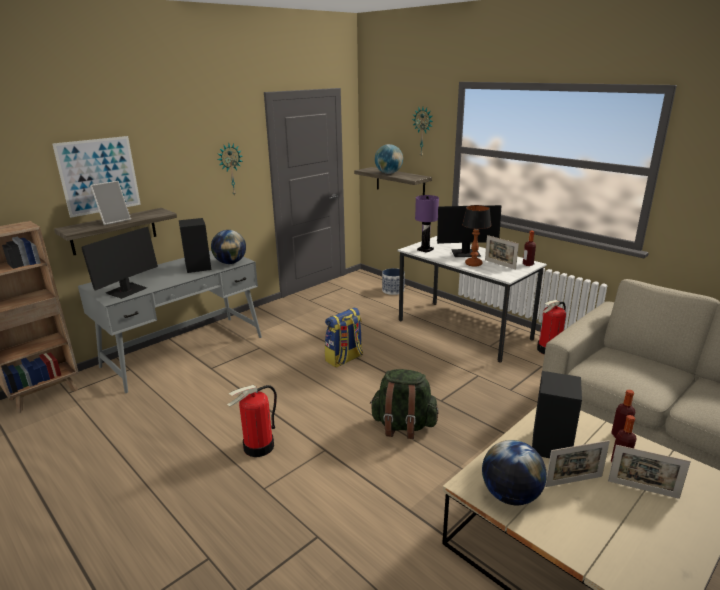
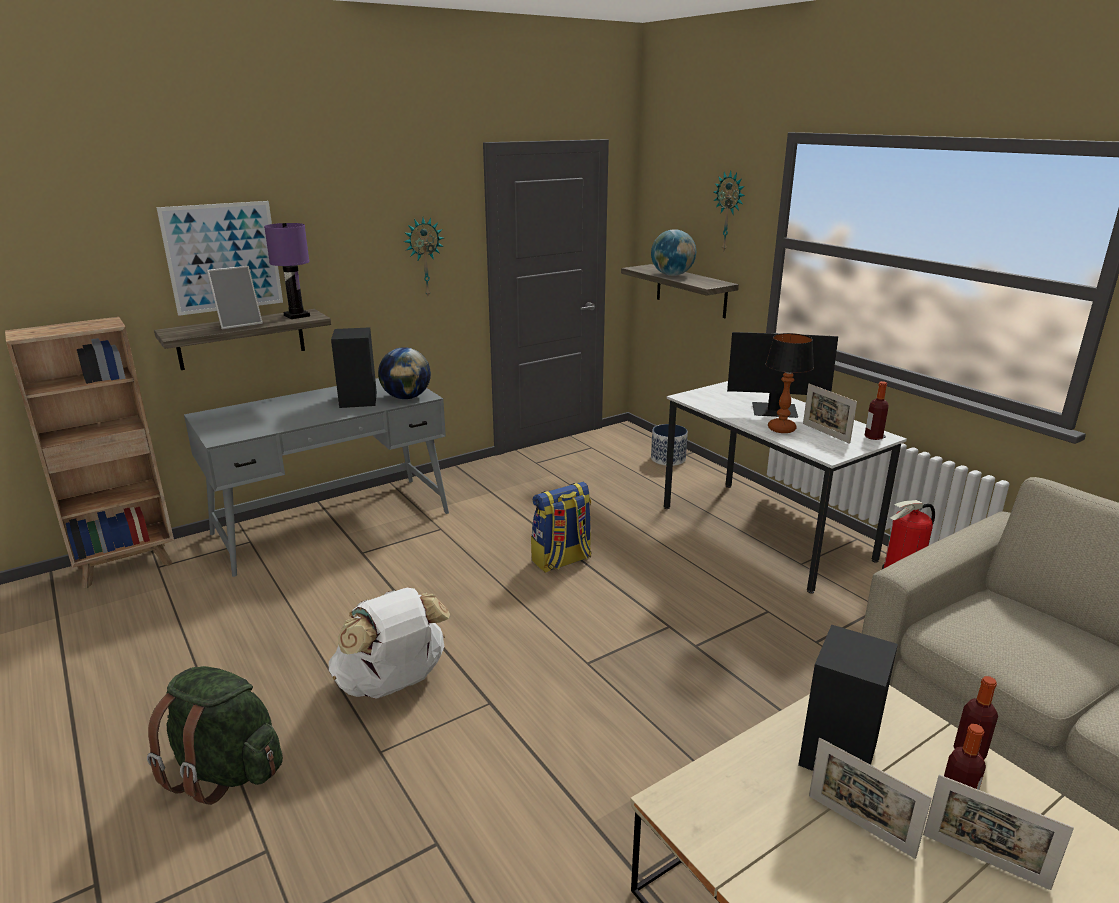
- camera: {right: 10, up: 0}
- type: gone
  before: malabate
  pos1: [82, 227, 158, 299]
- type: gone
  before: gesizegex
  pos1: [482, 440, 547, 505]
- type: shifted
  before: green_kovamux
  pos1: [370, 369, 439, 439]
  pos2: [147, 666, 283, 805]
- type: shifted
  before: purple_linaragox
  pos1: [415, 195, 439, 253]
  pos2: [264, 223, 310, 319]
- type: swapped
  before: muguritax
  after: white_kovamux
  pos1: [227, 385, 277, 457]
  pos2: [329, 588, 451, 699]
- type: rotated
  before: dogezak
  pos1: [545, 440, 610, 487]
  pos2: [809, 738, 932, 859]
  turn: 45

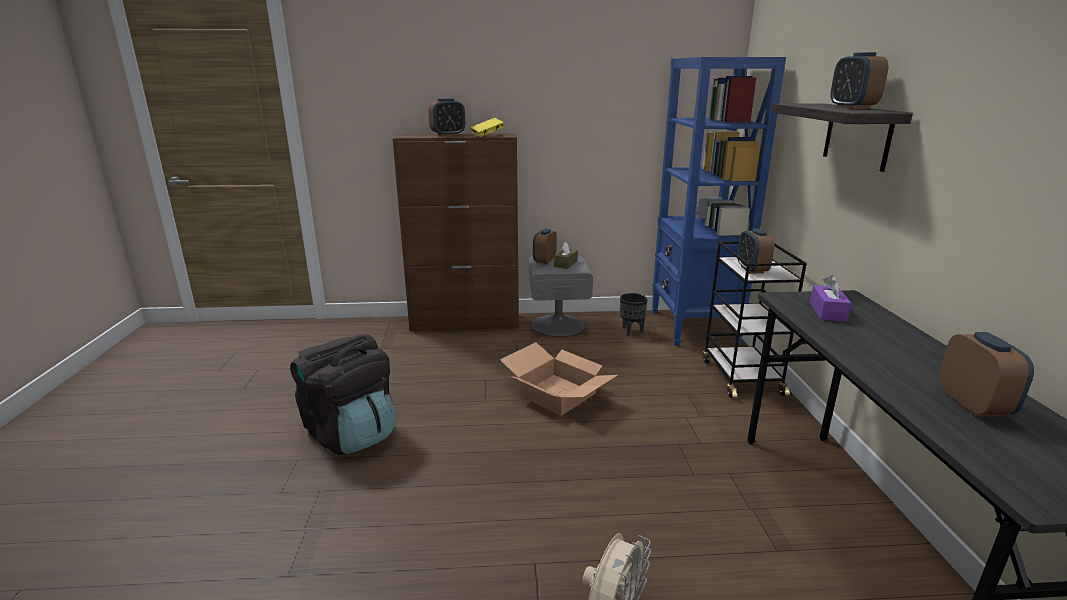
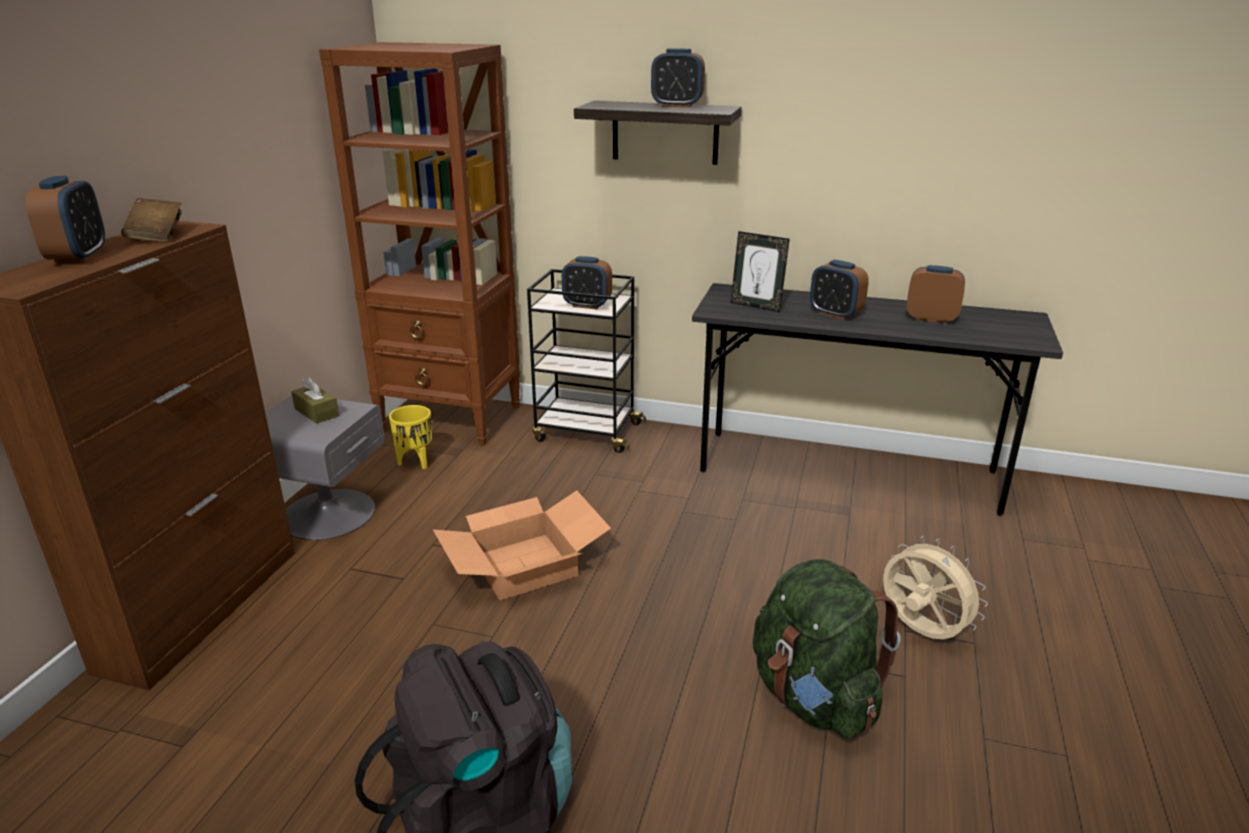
- camera: {right: -70, up: 5}
- type: new
  after: green_kovamux
  pos2: [753, 559, 901, 739]
- type: shifted
  before: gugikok
  pos1: [533, 229, 557, 264]
  pos2: [810, 260, 869, 320]
- type: swapped
  before: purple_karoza
  after: dogezak
  pos1: [810, 275, 852, 322]
  pos2: [731, 231, 790, 312]
- type: repainted
  before: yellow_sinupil
  after: brown_sinupil
  pos1: [470, 118, 504, 137]
  pos2: [121, 198, 182, 242]
- type: repainted
  before: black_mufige
  after: yellow_mufige
  pos1: [620, 293, 648, 336]
  pos2: [389, 405, 432, 469]
- type: repainted
  before: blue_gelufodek
  after: brown_gelufodek
  pos1: [652, 57, 786, 346]
  pos2: [319, 42, 520, 446]

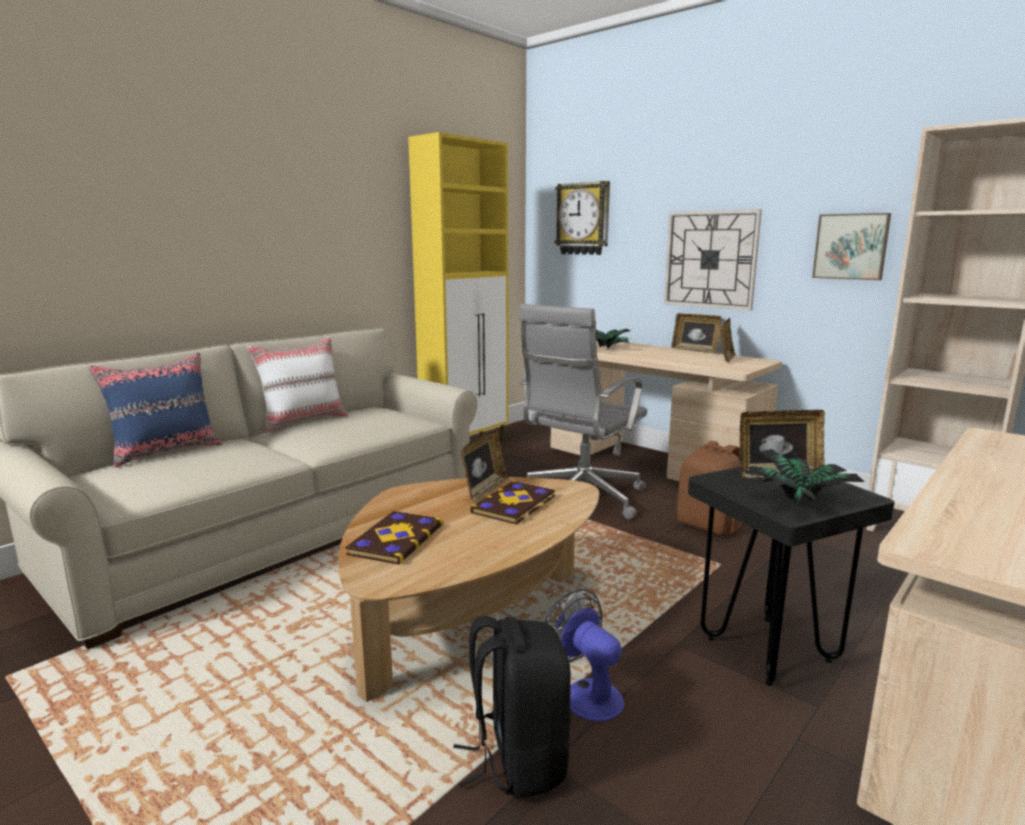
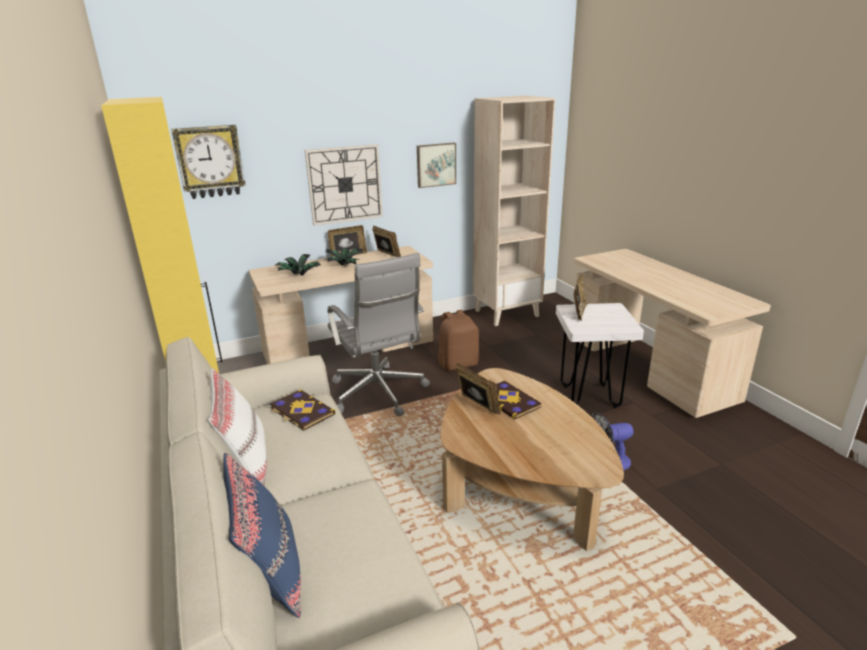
- camera: {right: -65, up: 10}
- type: gone
  before: black_kovamux
  pos1: [453, 616, 572, 798]
- type: shifted
  before: sinupil
  pos1: [346, 511, 443, 565]
  pos2: [270, 389, 336, 431]
- type: shifted
  before: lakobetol
  pos1: [745, 448, 864, 505]
  pos2: [325, 248, 363, 266]
- type: repainted
  before: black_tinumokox
  after: white_tinumokox
  pos1: [688, 467, 895, 686]
  pos2: [556, 303, 644, 408]

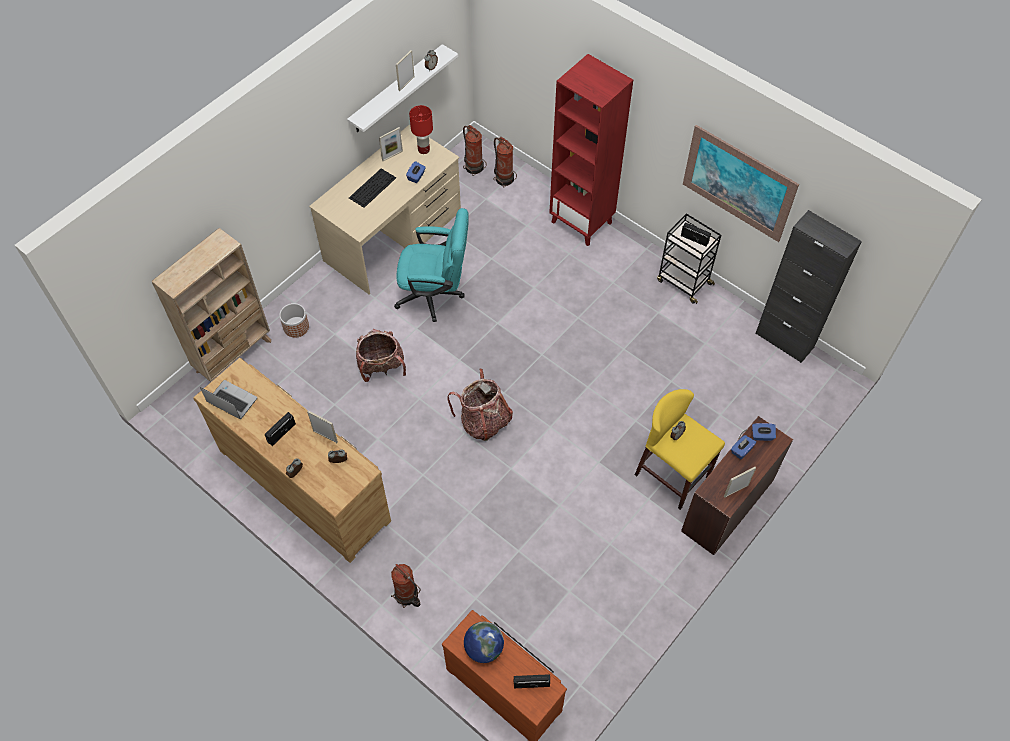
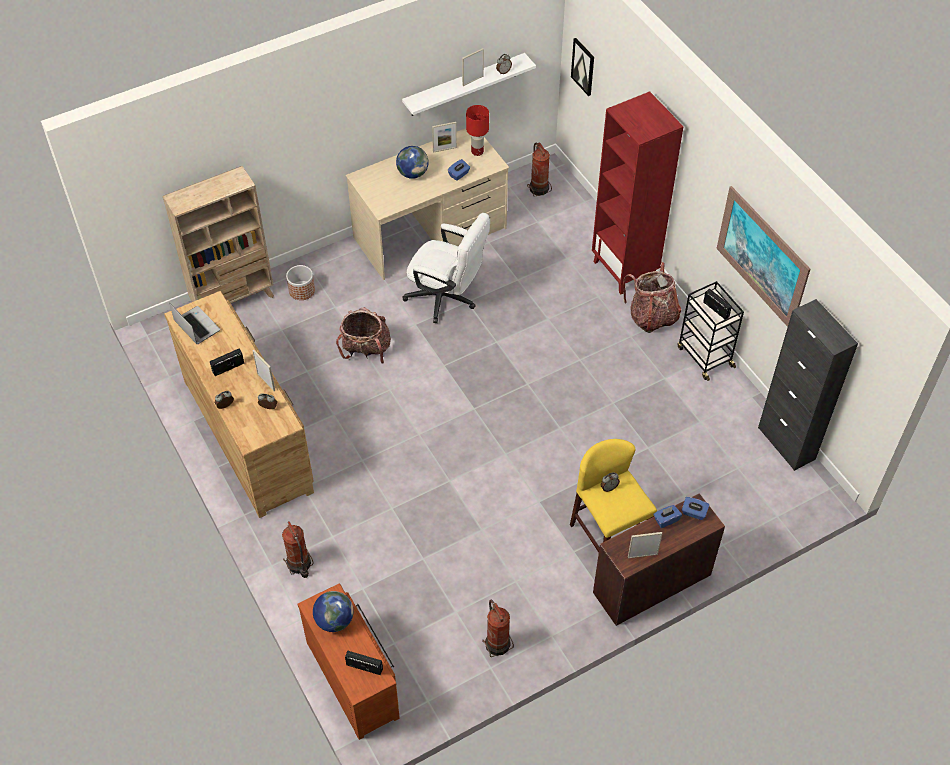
- camera: {right: 20, up: -5}
- type: new
  after: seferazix
  pos2: [571, 38, 594, 96]
- type: shifted
  before: kovamux
  pos1: [447, 369, 513, 441]
  pos2: [623, 262, 681, 333]
- type: shifted
  before: muguritax
  pos1: [494, 137, 517, 188]
  pos2: [482, 600, 514, 657]
- type: swapped
  before: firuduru
  after: gesizegex
  pos1: [349, 168, 396, 208]
  pos2: [396, 146, 429, 179]
- type: repainted
  before: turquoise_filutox
  after: white_filutox
  pos1: [394, 208, 469, 322]
  pos2: [402, 213, 490, 323]

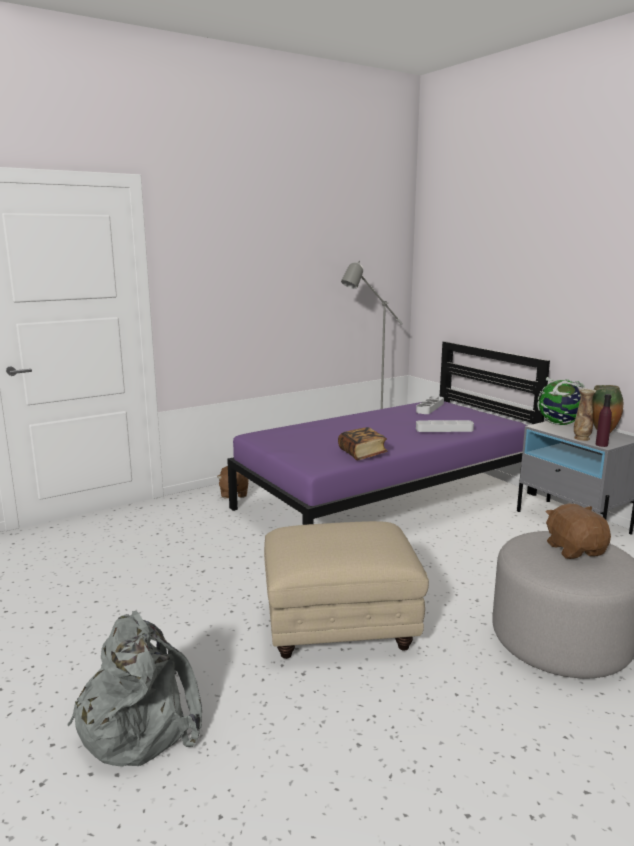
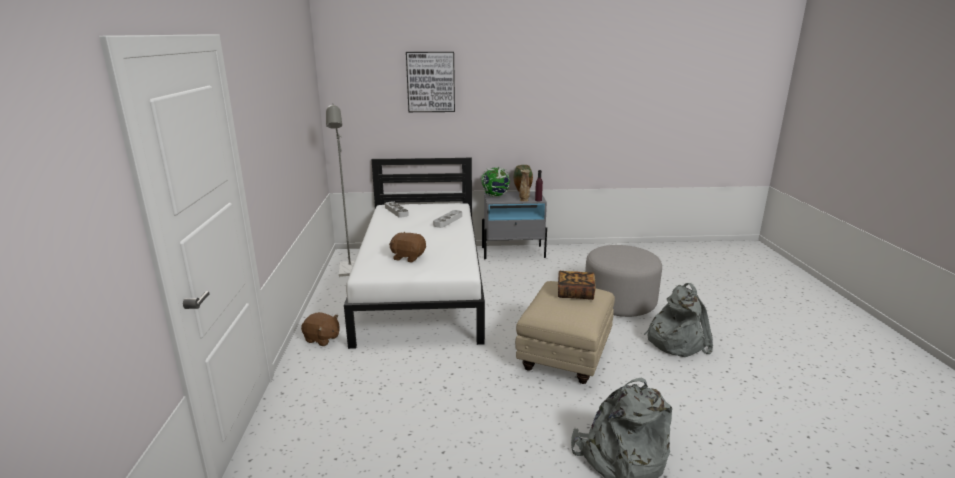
- camera: {right: -60, up: 5}
- type: new
  after: seferazix
  pos2: [406, 52, 455, 112]
- type: new
  after: grey_kovamux
  pos2: [644, 283, 713, 357]
- type: shifted
  before: sinupil
  pos1: [338, 427, 387, 460]
  pos2: [558, 271, 596, 300]
- type: shifted
  before: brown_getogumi
  pos1: [546, 504, 611, 559]
  pos2: [389, 232, 426, 263]
- type: repainted
  before: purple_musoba
  after: white_musoba
  pos1: [227, 341, 550, 525]
  pos2: [344, 158, 485, 349]

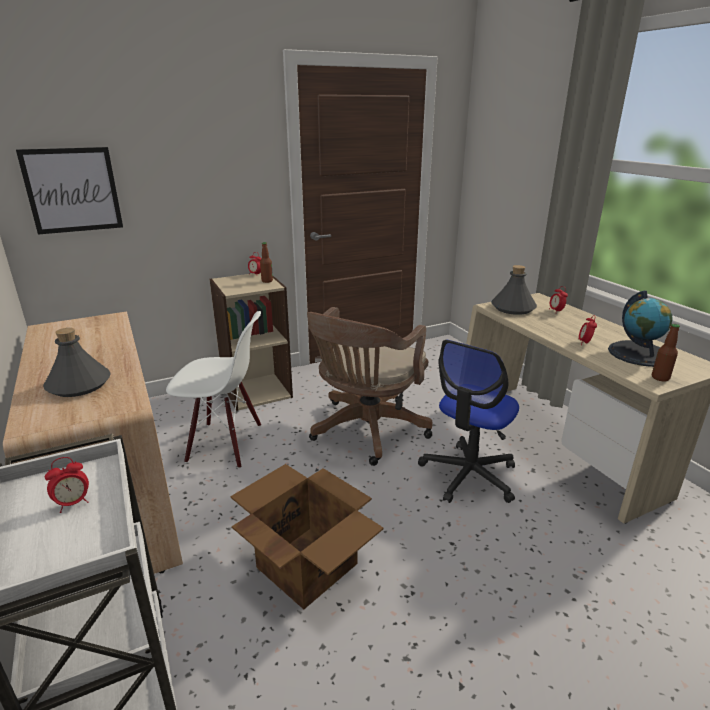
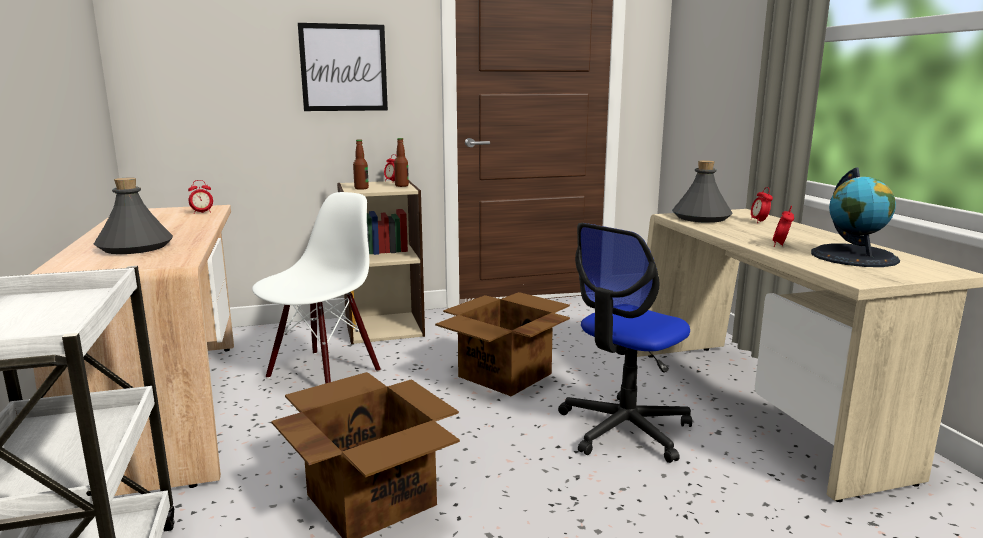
- camera: {right: 10, up: -10}
- type: shifted
  before: seferazix
  pos1: [16, 147, 123, 235]
  pos2: [298, 23, 388, 111]
- type: shifted
  before: gugikok
  pos1: [45, 457, 89, 513]
  pos2: [188, 180, 213, 214]
- type: shifted
  before: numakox
  pos1: [652, 324, 680, 381]
  pos2: [353, 140, 369, 190]
- type: swapped
  before: brown_filutox
  after: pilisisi
  pos1: [307, 307, 433, 466]
  pos2: [435, 292, 570, 396]
- type: rotated
  before: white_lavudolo
  pos1: [166, 311, 261, 468]
  pos2: [252, 192, 381, 384]
  turn: -75

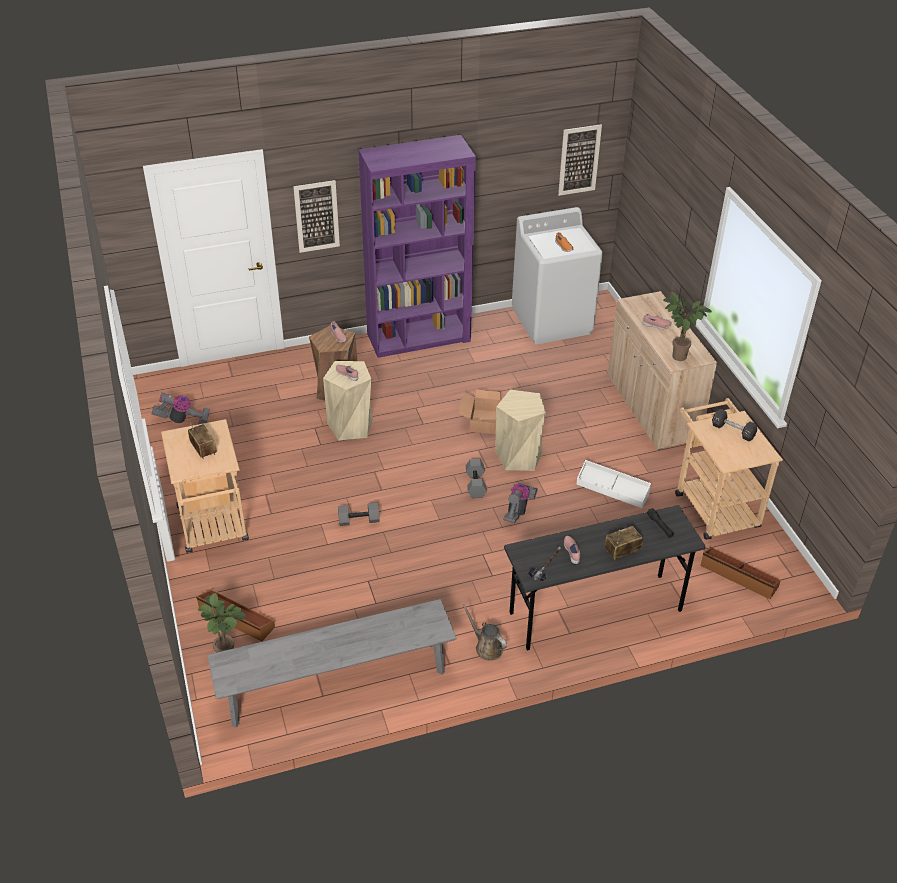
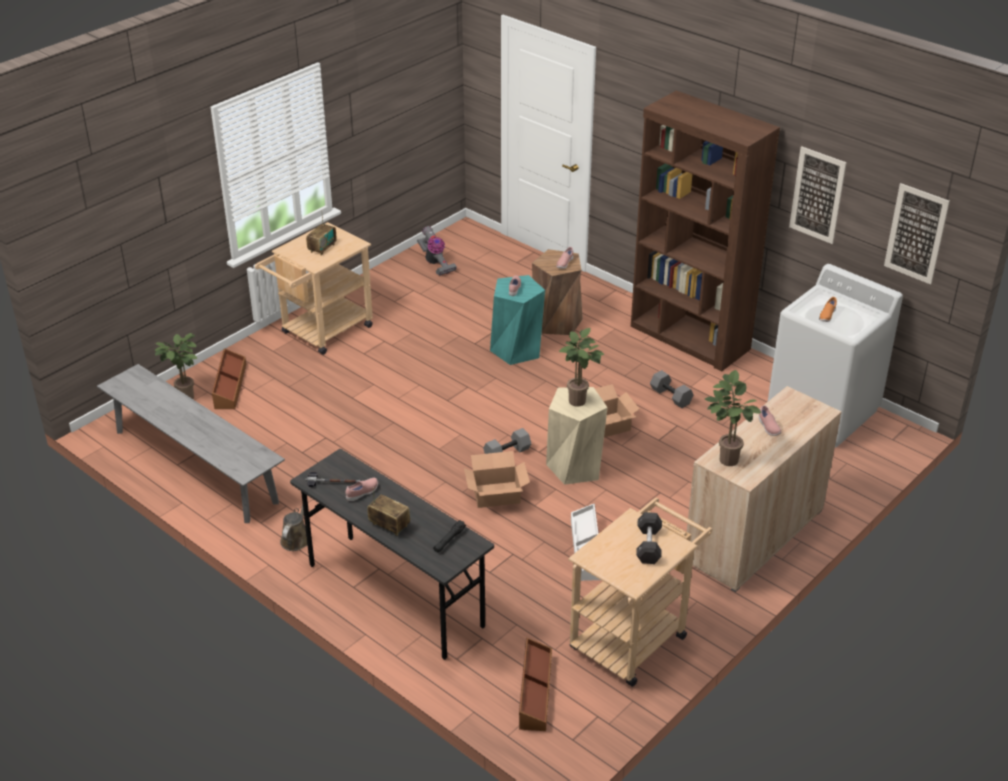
- camera: {right: 60, up: -5}
- type: new
  after: lakobetol
  pos2: [559, 328, 604, 407]
- type: shifted
  before: seferazix
  pos1: [293, 180, 340, 253]
  pos2: [789, 146, 847, 244]
- type: shifted
  before: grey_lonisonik
  pos1: [338, 503, 380, 526]
  pos2: [650, 370, 694, 408]
- type: swapped
  before: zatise
  after: pilisisi
  pos1: [503, 484, 538, 523]
  pos2: [464, 451, 530, 508]
- type: repainted
  before: beige_tinumokox
  after: turquoise_tinumokox
  pos1: [323, 361, 373, 441]
  pos2: [490, 275, 545, 365]
- type: repainted
  before: purple_gelufodek
  after: brown_gelufodek
  pos1: [358, 135, 476, 358]
  pos2: [631, 91, 780, 372]

